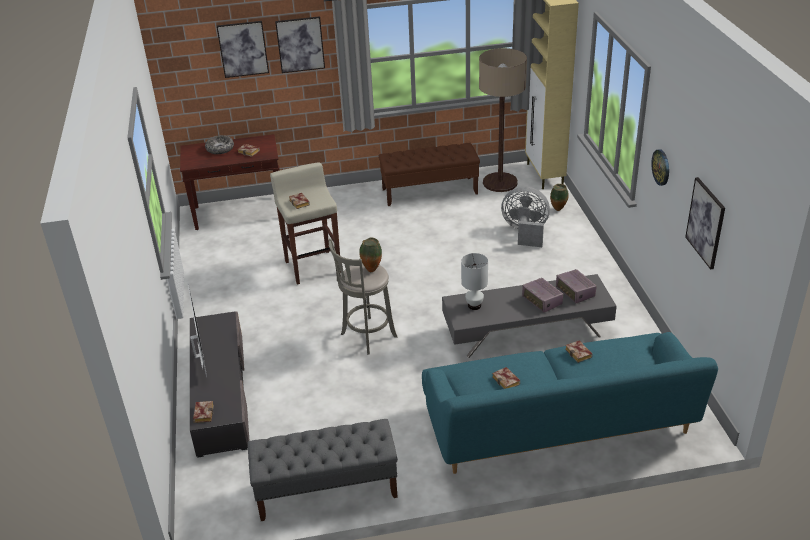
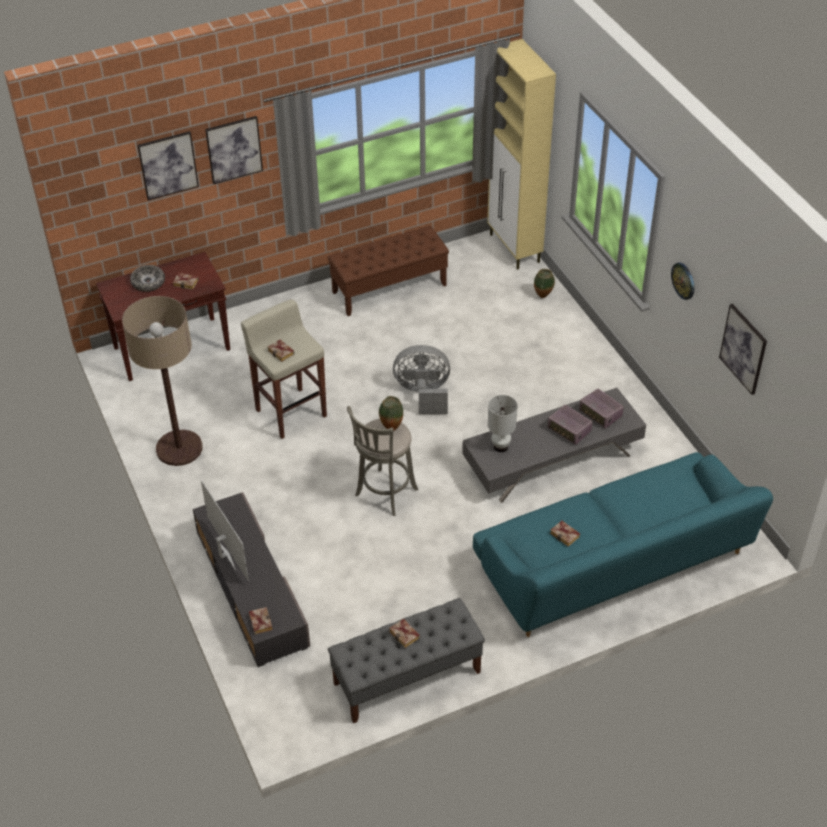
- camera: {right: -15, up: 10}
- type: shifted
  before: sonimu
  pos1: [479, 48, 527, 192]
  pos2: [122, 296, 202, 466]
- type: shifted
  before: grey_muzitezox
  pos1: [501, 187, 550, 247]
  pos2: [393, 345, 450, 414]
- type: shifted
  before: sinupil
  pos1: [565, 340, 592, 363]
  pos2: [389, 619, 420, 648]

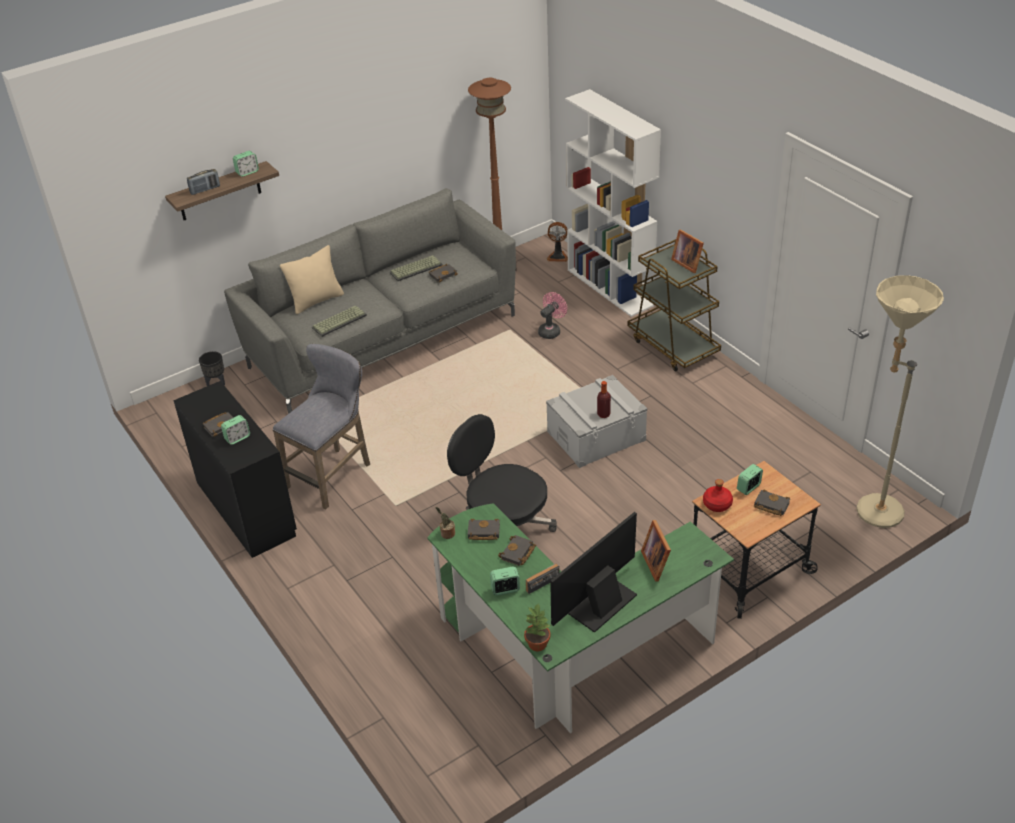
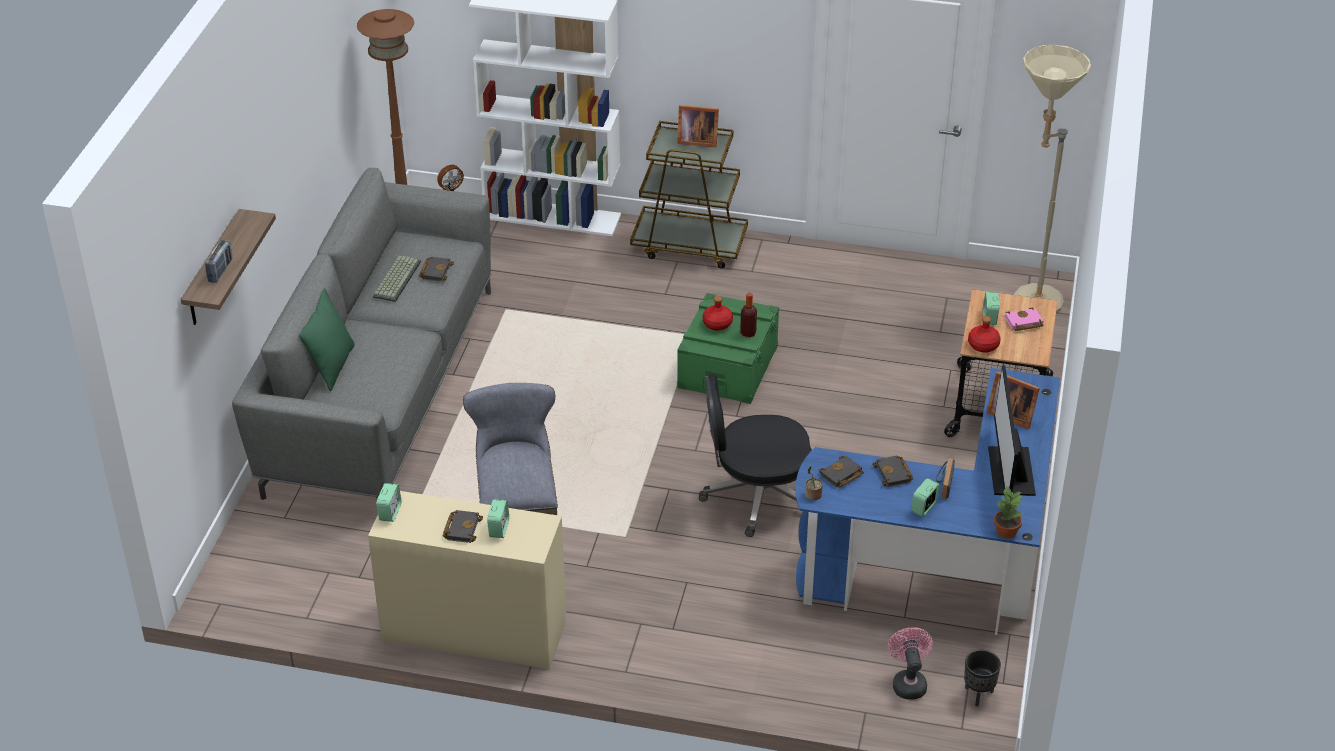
- camera: {right: -45, up: 0}
- type: gone
  before: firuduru
  pos1: [312, 305, 367, 337]
- type: new
  after: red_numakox
  pos2: [703, 296, 733, 330]
- type: shifted
  before: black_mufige
  pos1: [199, 351, 225, 386]
  pos2: [964, 650, 1001, 707]
- type: shifted
  before: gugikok
  pos1: [233, 151, 259, 177]
  pos2: [376, 483, 401, 522]
- type: shifted
  before: pink_muzitezox
  pos1: [538, 292, 567, 339]
  pos2: [888, 627, 933, 700]
- type: repainted
  before: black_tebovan
  after: beige_tebovan
  pos1: [173, 381, 297, 558]
  pos2: [368, 491, 566, 669]
- type: repainted
  before: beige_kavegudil
  after: green_kavegudil
  pos1: [280, 245, 344, 314]
  pos2: [299, 288, 355, 391]
- type: repainted
  before: green_tebovan
  after: blue_tebovan
  pos1: [427, 503, 734, 733]
  pos2: [795, 368, 1060, 635]
- type: repainted
  before: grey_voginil
  after: green_voginil
  pos1: [546, 375, 647, 468]
  pos2: [677, 293, 779, 404]
- type: repainted
  before: black_sinupil
  after: pink_sinupil
  pos1: [754, 490, 790, 516]
  pos2: [1005, 308, 1043, 331]

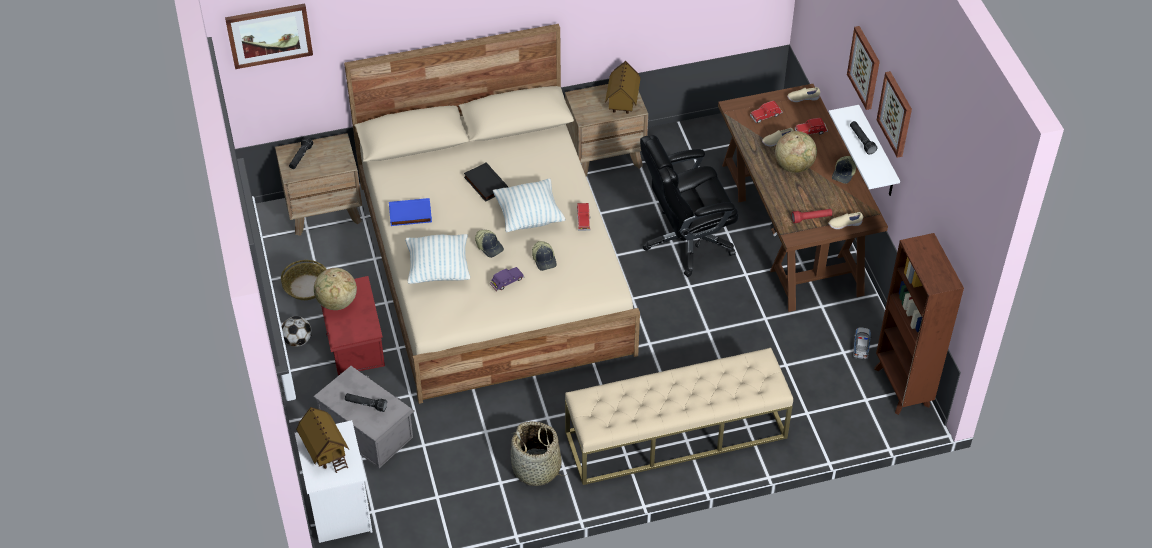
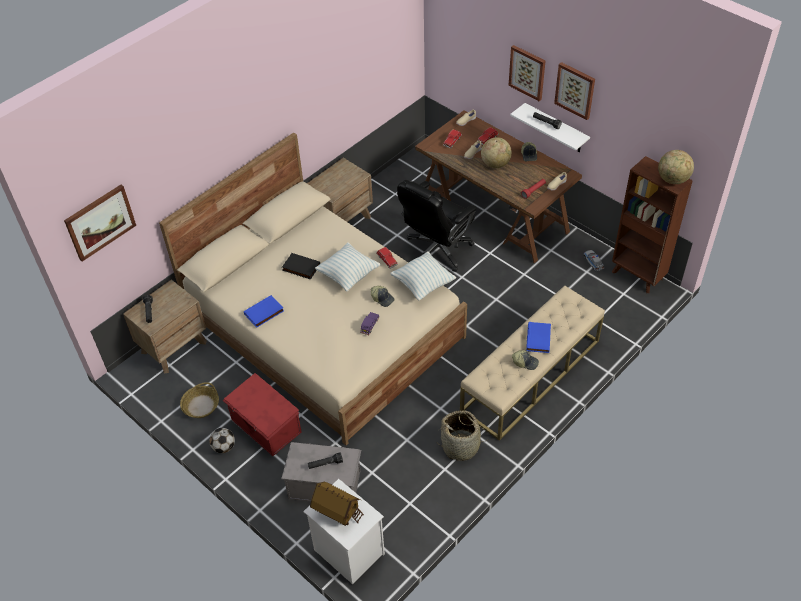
- camera: {right: -30, up: 0}
- type: gone
  before: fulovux
  pos1: [605, 61, 641, 114]
- type: new
  after: blue_sinupil
  pos2: [526, 322, 551, 353]
- type: shifted
  before: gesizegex
  pos1: [314, 268, 357, 310]
  pos2: [658, 150, 694, 184]
- type: shifted
  before: kavegudil
  pos1: [405, 234, 470, 284]
  pos2: [390, 252, 456, 301]
- type: shifted
  before: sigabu
  pos1: [475, 230, 504, 258]
  pos2: [512, 350, 539, 370]

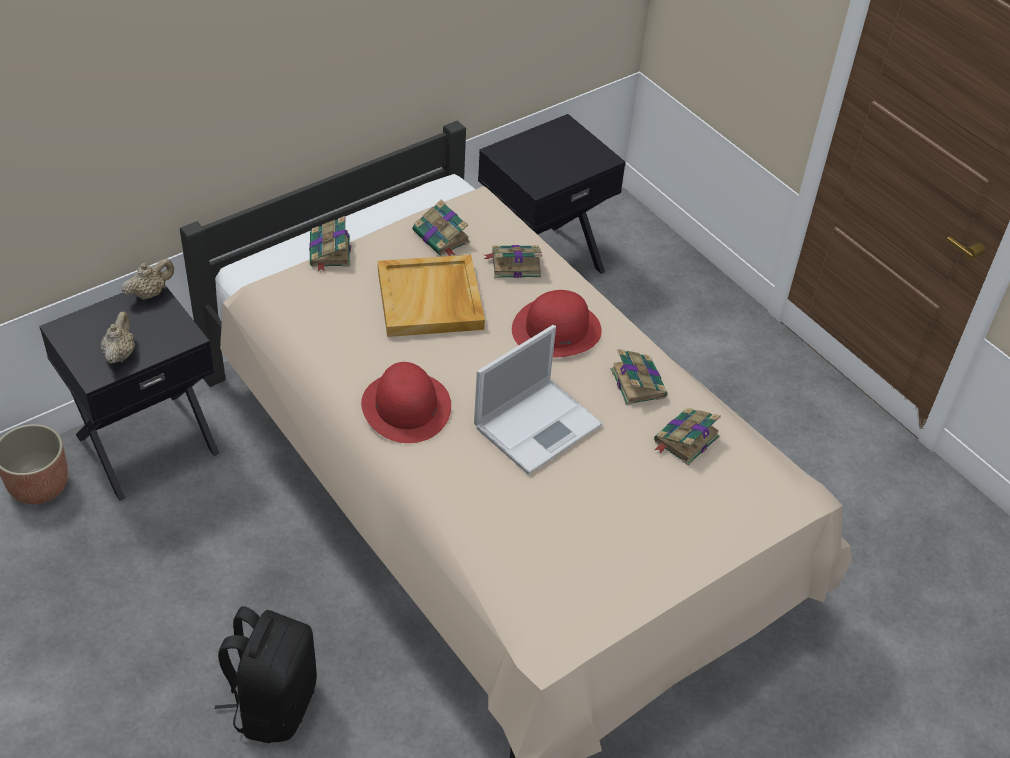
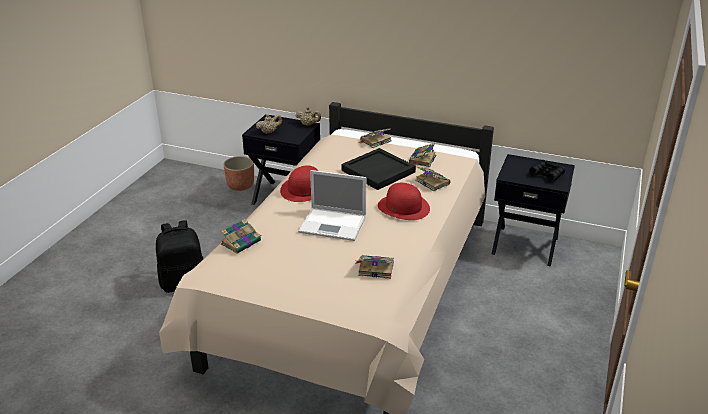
- camera: {right: 60, up: -15}
- type: new
  after: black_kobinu
  pos2: [529, 160, 565, 182]
- type: shifted
  before: sinupil
  pos1: [611, 349, 667, 405]
  pos2: [221, 219, 262, 254]
- type: repainted
  before: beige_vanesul
  after: black_vanesul
  pos1: [378, 255, 485, 337]
  pos2: [341, 148, 416, 190]

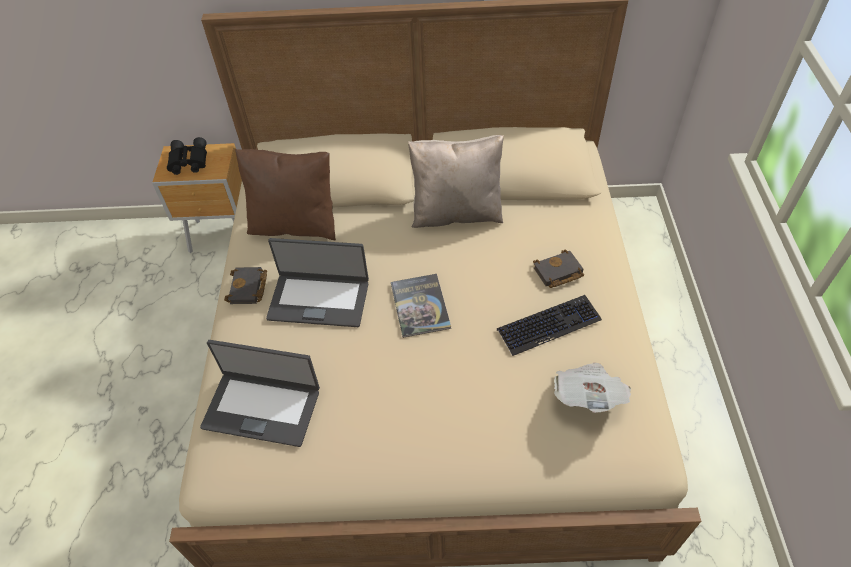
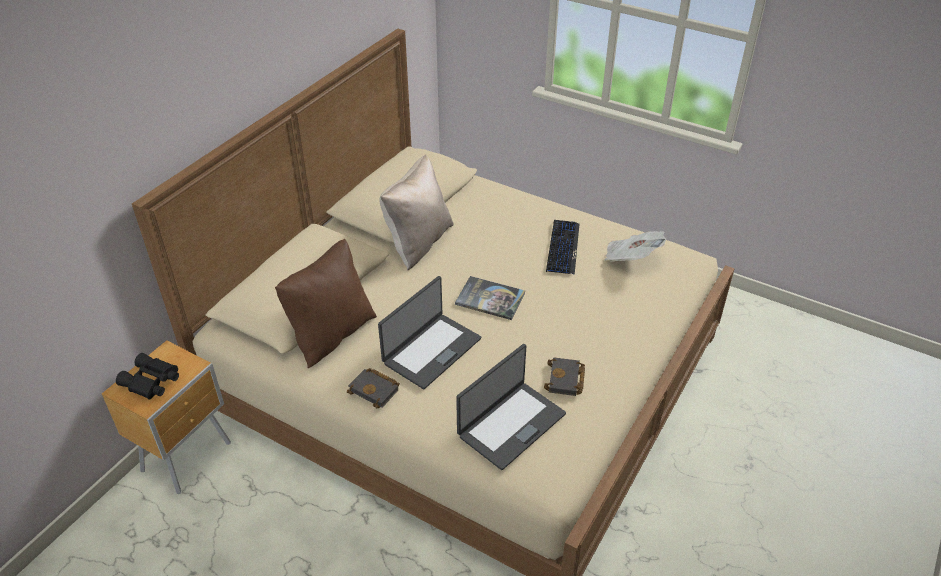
- camera: {right: -60, up: -10}
- type: shifted
  before: black_sinupil
  pos1: [533, 249, 584, 288]
  pos2: [544, 357, 585, 396]

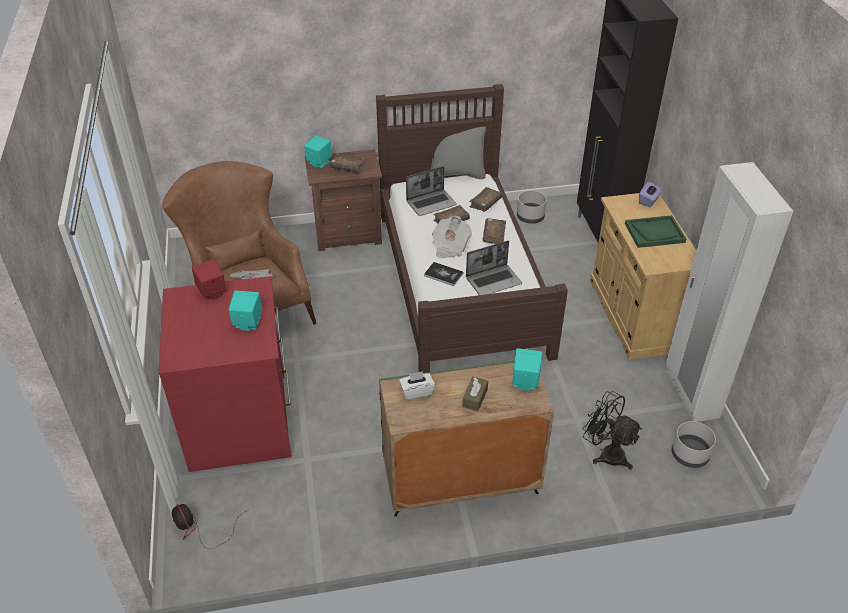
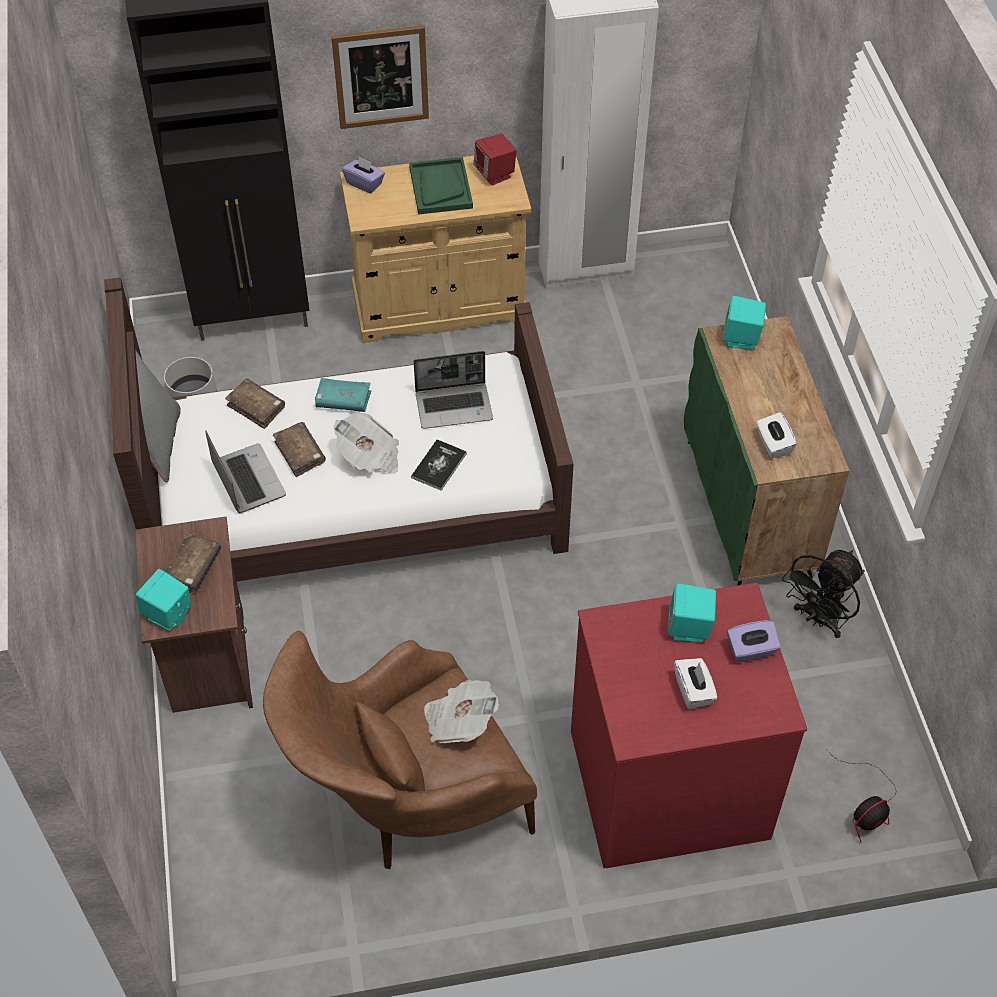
- camera: {right: -90, up: 10}
- type: gone
  before: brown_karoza
  pos1: [462, 377, 488, 411]
- type: gone
  before: grey_mufige
  pos1: [672, 421, 716, 468]
- type: new
  after: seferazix
  pos2: [331, 25, 429, 129]
- type: new
  after: white_karoza
  pos2: [674, 658, 717, 709]
- type: new
  after: purple_karoza
  pos2: [727, 620, 781, 662]
- type: shifted
  before: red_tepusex
  pos1: [192, 259, 226, 300]
  pos2: [474, 134, 517, 185]
- type: shifted
  before: black_muzitezox
  pos1: [582, 391, 642, 470]
  pos2: [782, 550, 865, 638]
- type: repainted
  before: brown_sinupil
  after: turquoise_sinupil
  pos1: [483, 218, 506, 244]
  pos2: [315, 378, 371, 412]
- type: rotated
  before: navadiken
  pos1: [466, 241, 522, 295]
  pos2: [413, 351, 493, 429]
  turn: 105

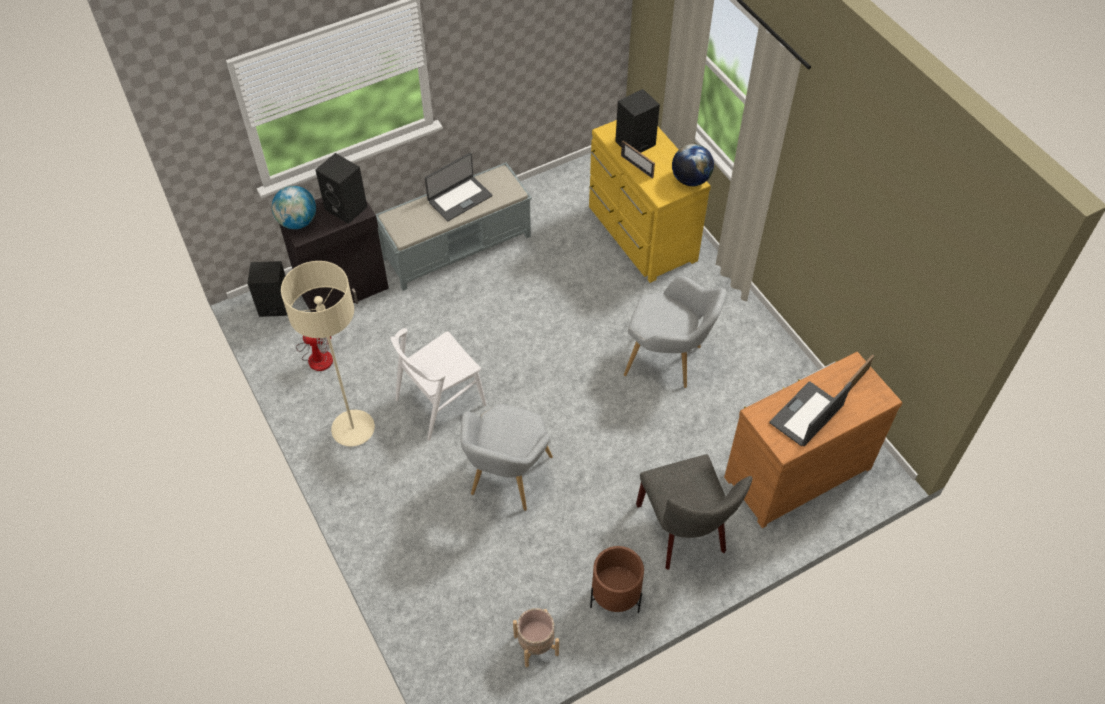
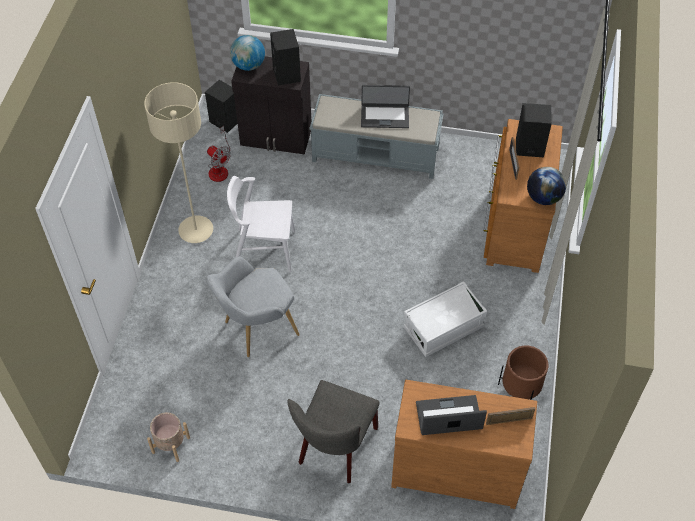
- camera: {right: 40, up: 0}
- type: shifted
  before: brown_mufige
  pos1: [590, 546, 644, 613]
  pos2: [498, 346, 548, 400]
- type: swapped
  before: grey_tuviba
  after: white_voginil
  pos1: [624, 276, 727, 388]
  pos2: [404, 281, 487, 357]
- type: repainted
  before: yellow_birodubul
  after: brown_birodubul
  pos1: [589, 120, 711, 283]
  pos2: [484, 119, 563, 273]

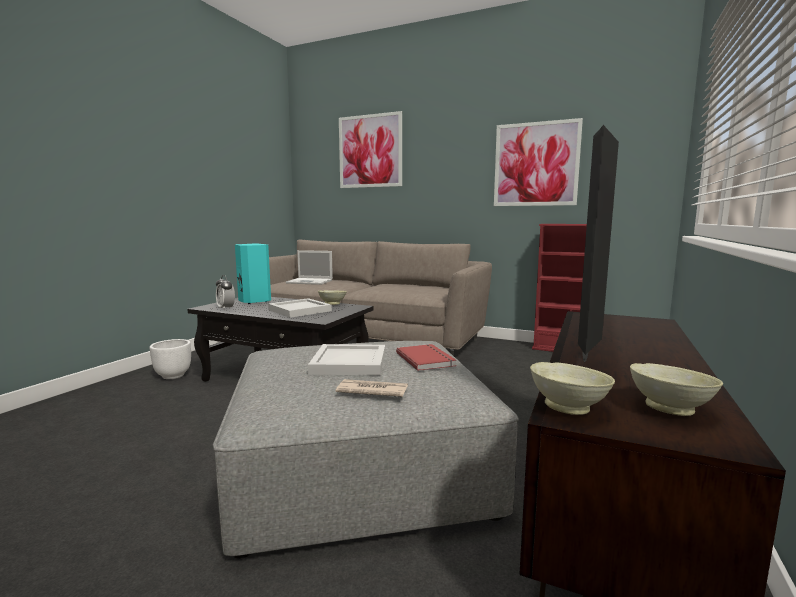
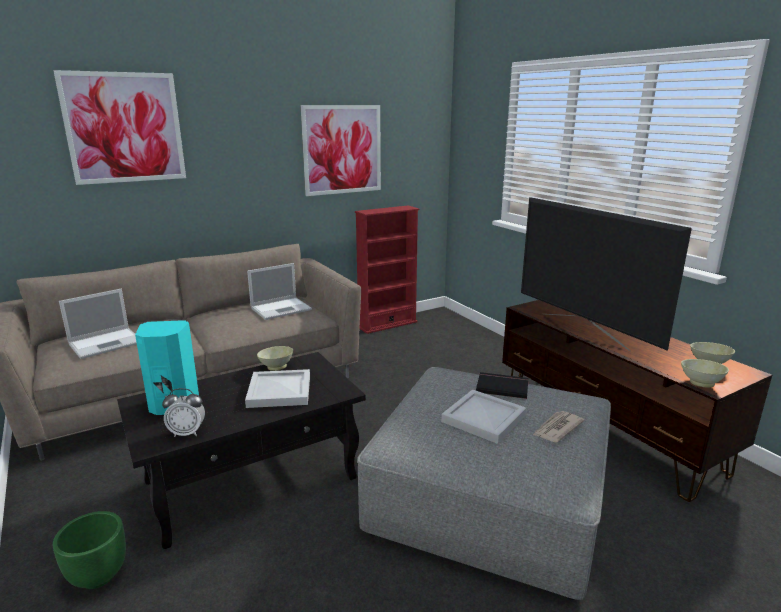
- camera: {right: -55, up: 10}
- type: new
  after: navadiken
  pos2: [247, 263, 312, 320]
- type: repainted
  before: white_mufige
  after: green_mufige
  pos1: [150, 339, 191, 379]
  pos2: [53, 511, 126, 589]
- type: repainted
  before: red_sinupil
  after: black_sinupil
  pos1: [396, 344, 456, 371]
  pos2: [476, 372, 529, 399]

